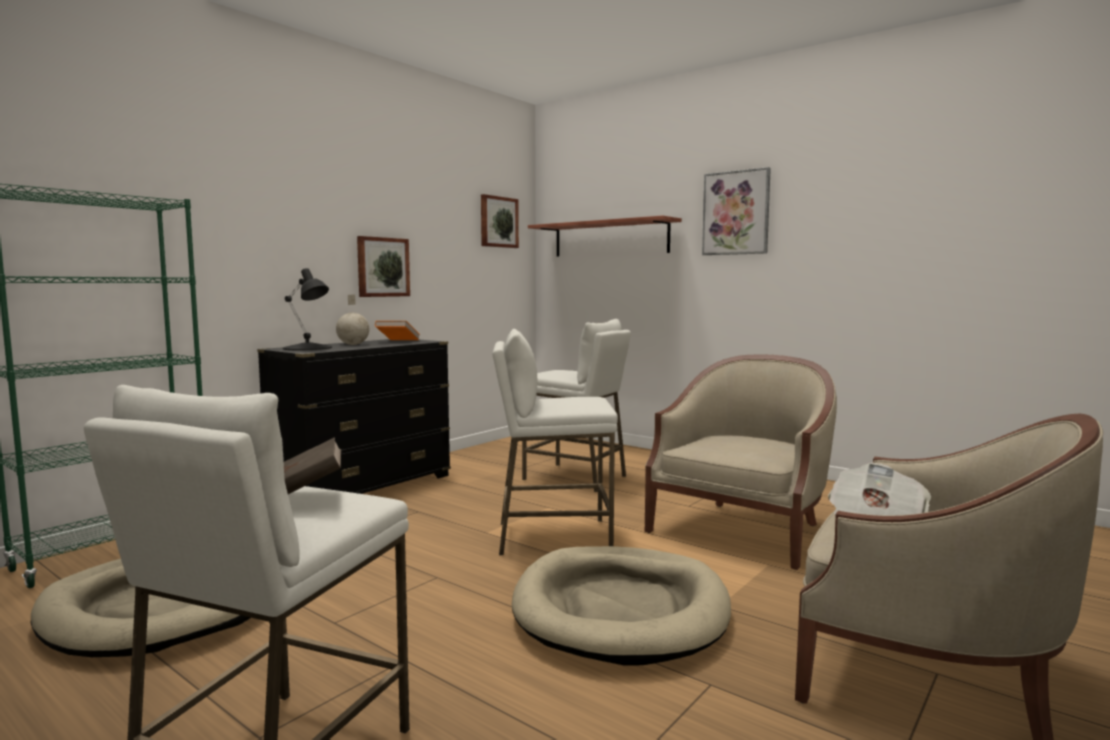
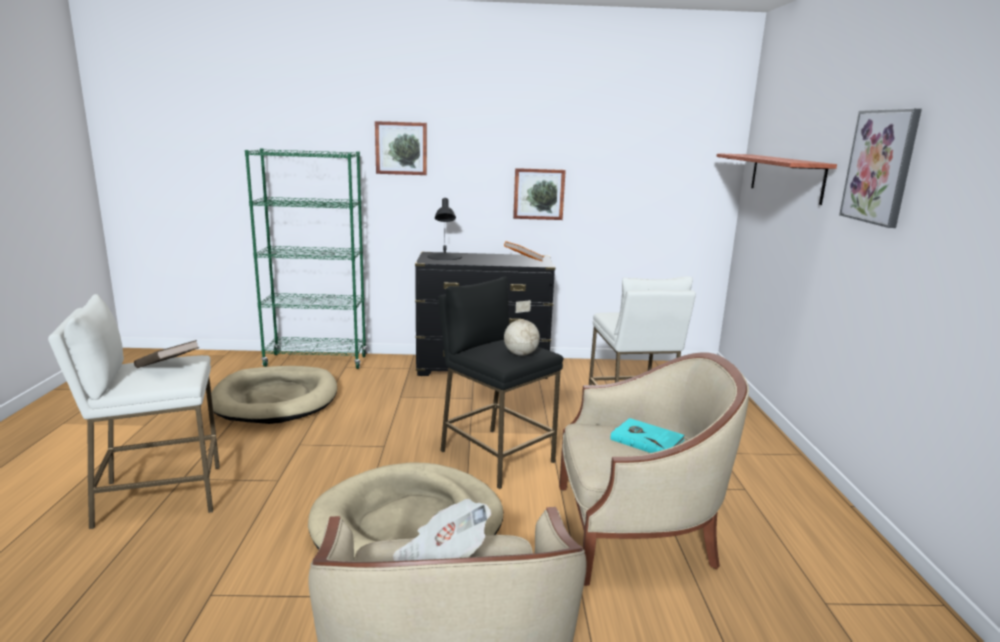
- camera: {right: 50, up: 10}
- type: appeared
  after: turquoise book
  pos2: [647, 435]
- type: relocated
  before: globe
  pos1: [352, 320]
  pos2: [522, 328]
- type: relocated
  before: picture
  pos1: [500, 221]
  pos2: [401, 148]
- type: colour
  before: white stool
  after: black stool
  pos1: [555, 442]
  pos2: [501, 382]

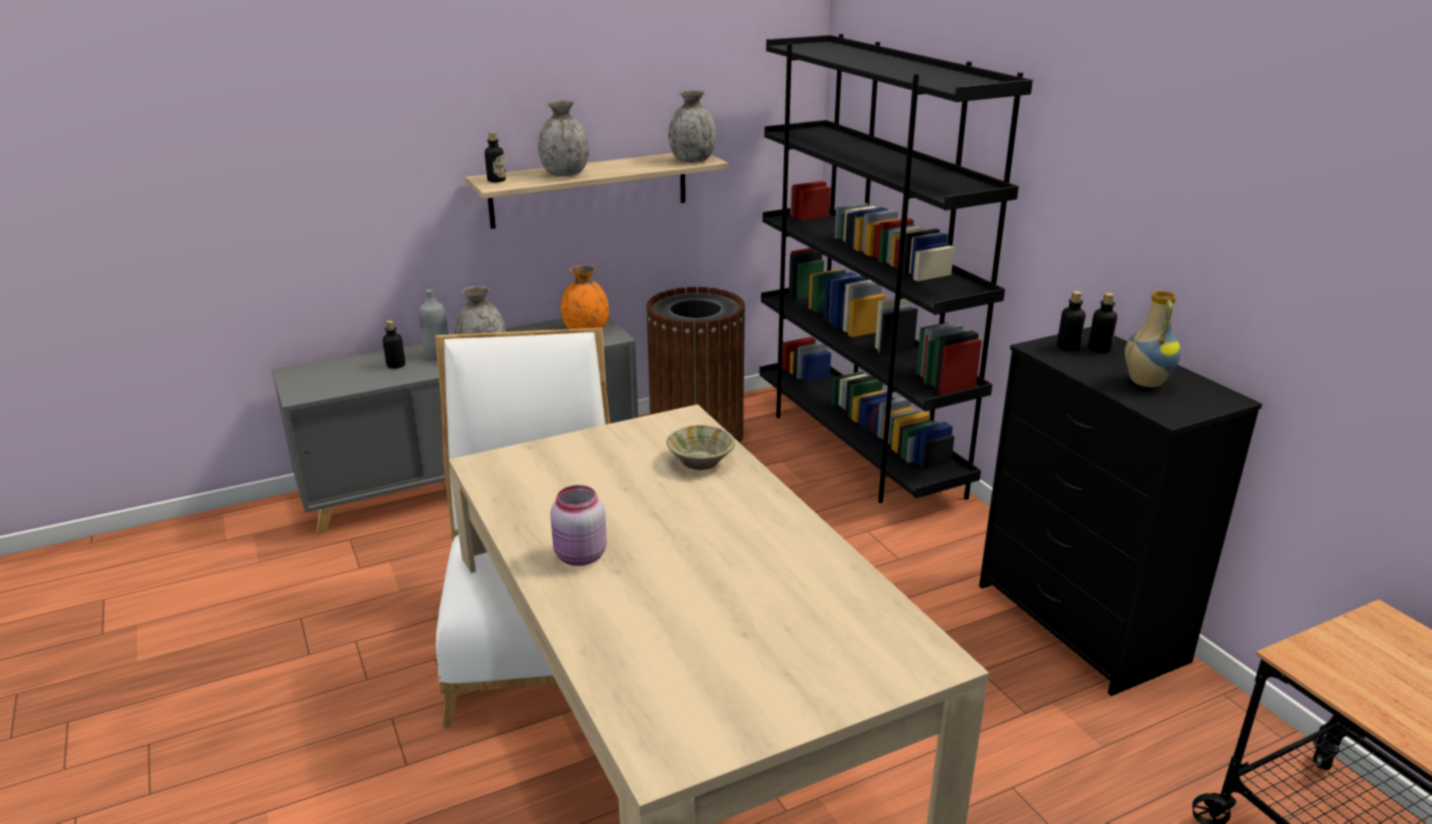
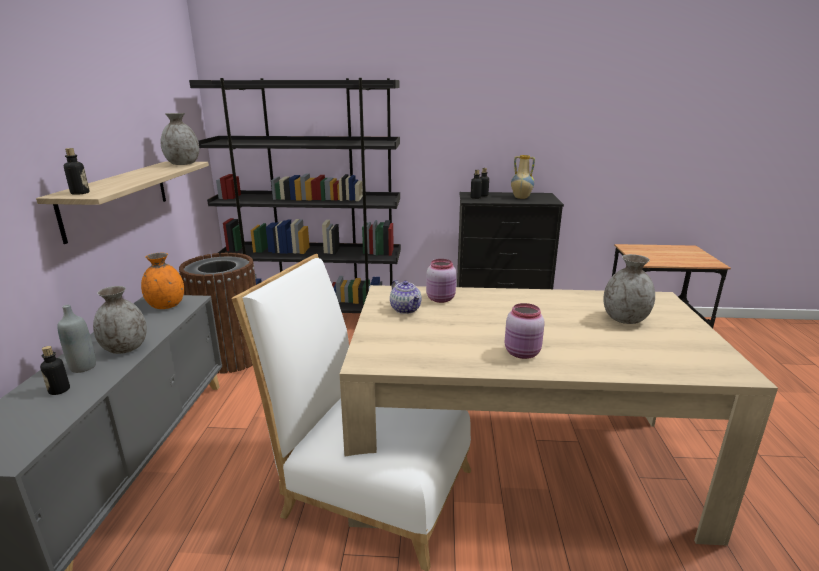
- camera: {right: -60, up: -5}
- type: appeared
  after: teapot
  pos2: [406, 297]
- type: relocated
  before: grey vase
  pos1: [563, 138]
  pos2: [629, 289]
- type: exchanged
  before: beige bowl
  after: pink jar
  pos1: [701, 447]
  pos2: [441, 281]

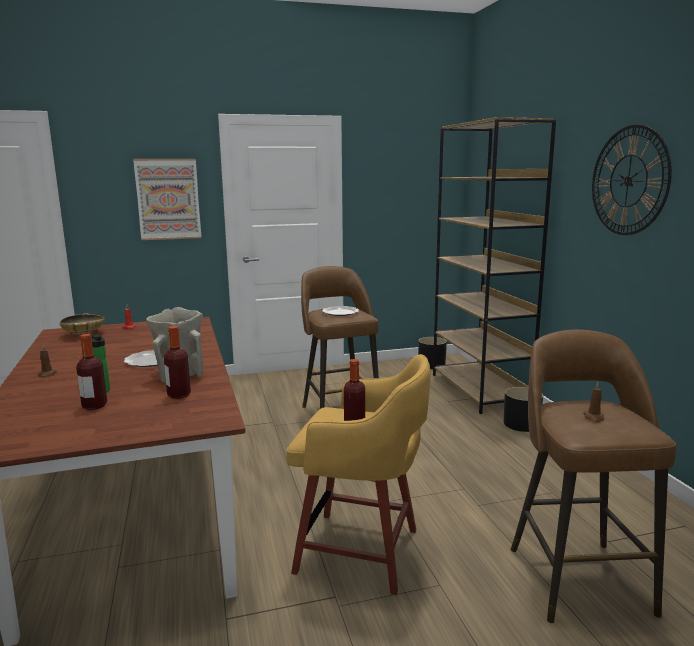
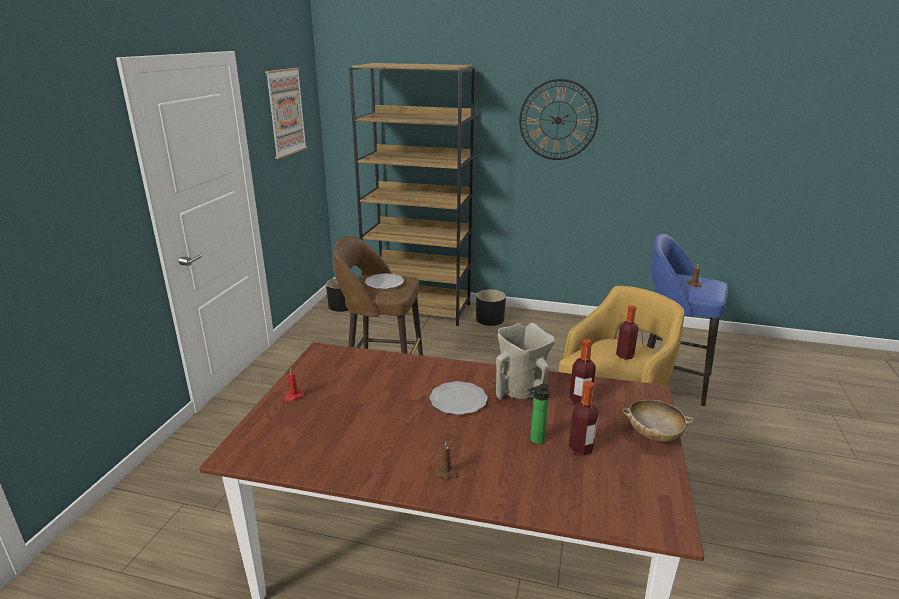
- camera: {right: -60, up: 10}
- type: relocated
  before: beige bowl
  pos1: [82, 324]
  pos2: [658, 421]
- type: relocated
  before: picture
  pos1: [167, 199]
  pos2: [286, 113]
- type: colour
  before: brown stool
  after: blue stool
  pos1: [594, 476]
  pos2: [687, 320]

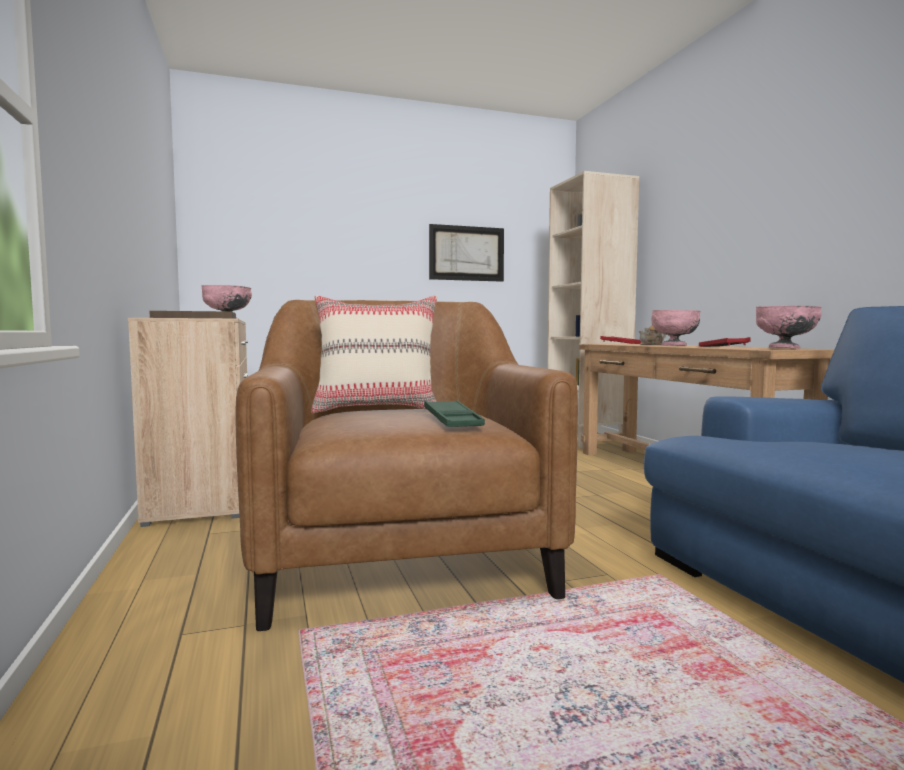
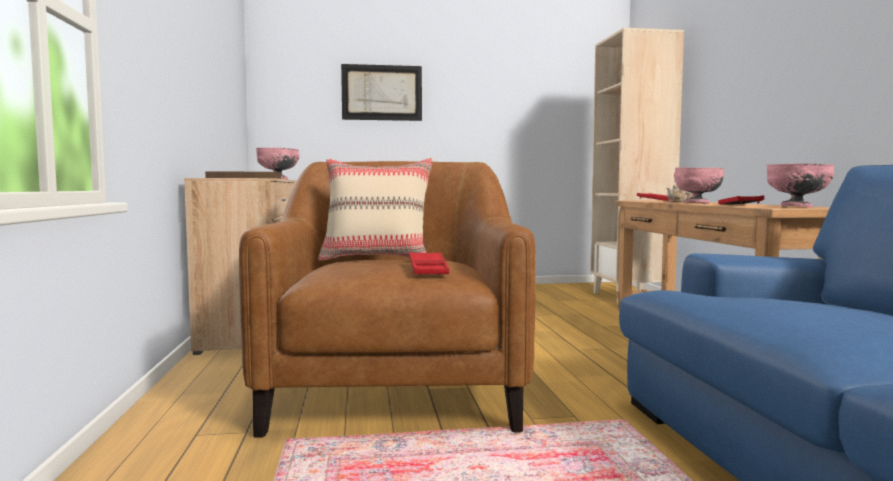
- camera: {right: 10, up: 0}
- type: relocated
  before: picture
  pos1: [466, 253]
  pos2: [381, 92]
- type: colour
  before: green tray
  after: red tray
  pos1: [454, 413]
  pos2: [429, 263]

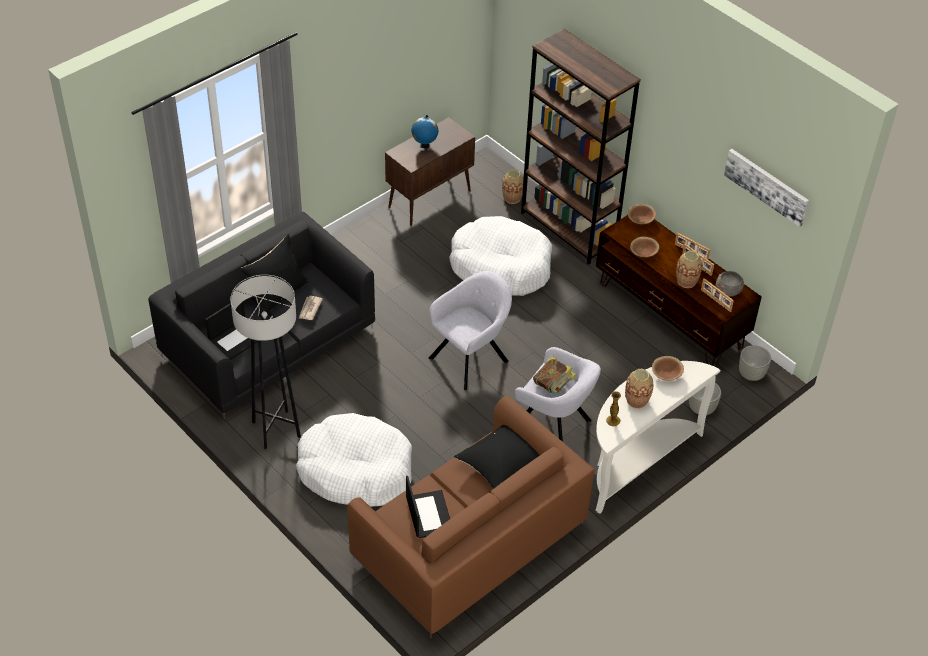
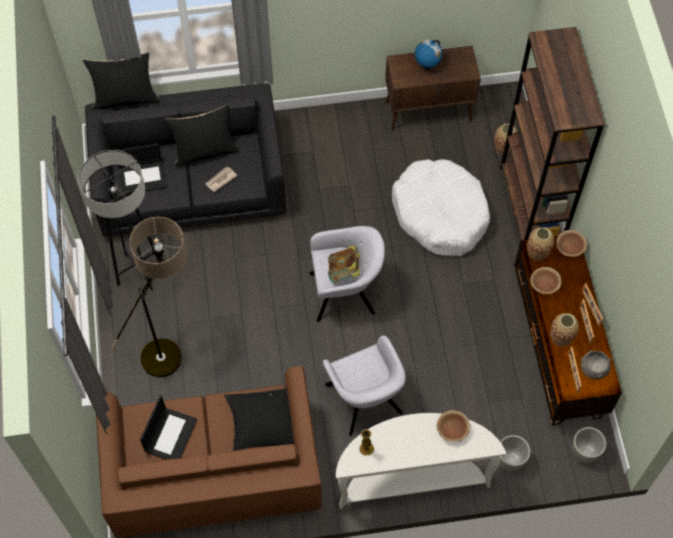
- camera: {right: 35, up: 15}
- type: missing
  before: picture
  pos1: [766, 188]
- type: appeared
  after: black pillow
  pos2: [121, 80]
- type: relocated
  before: book
  pos1: [555, 375]
  pos2: [344, 263]
- type: relocated
  before: vase
  pos1: [639, 389]
  pos2: [540, 244]
- type: exchanged
  before: white dog bed
  after: floor lamp
  pos1: [354, 460]
  pos2: [149, 297]

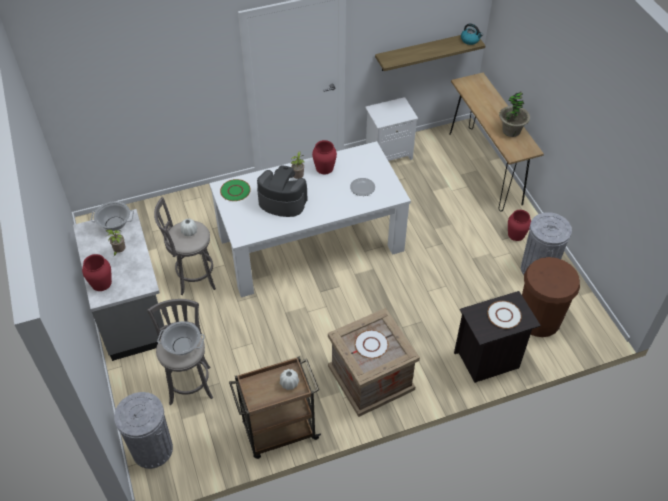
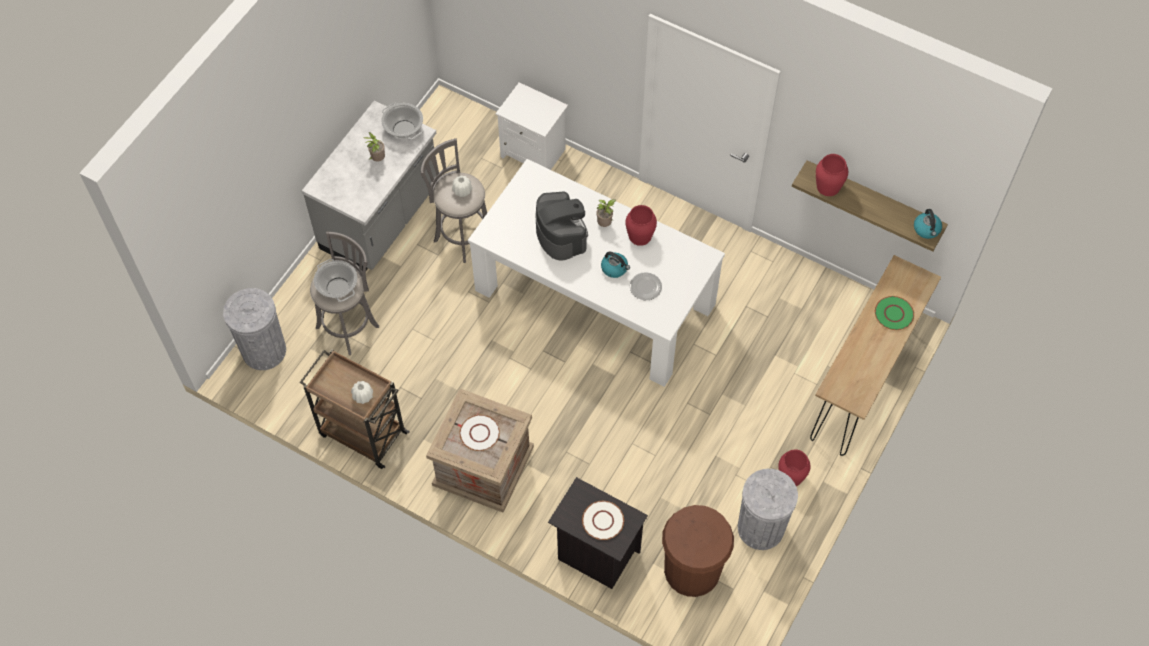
- camera: {right: 50, up: 10}
- type: missing
  before: potted plant
  pos1: [514, 114]
- type: appeared
  after: kettle
  pos2: [615, 265]
- type: relocated
  before: red vase
  pos1: [97, 272]
  pos2: [832, 175]
- type: relocated
  before: green plate
  pos1: [235, 190]
  pos2: [894, 313]
- type: relocated
  before: white nightstand
  pos1: [391, 129]
  pos2: [532, 126]

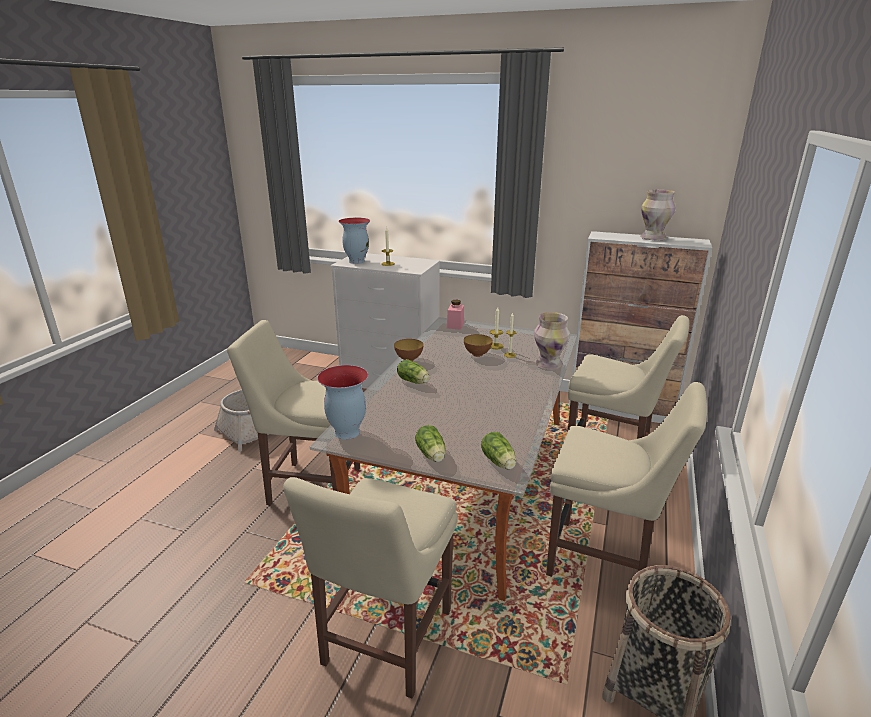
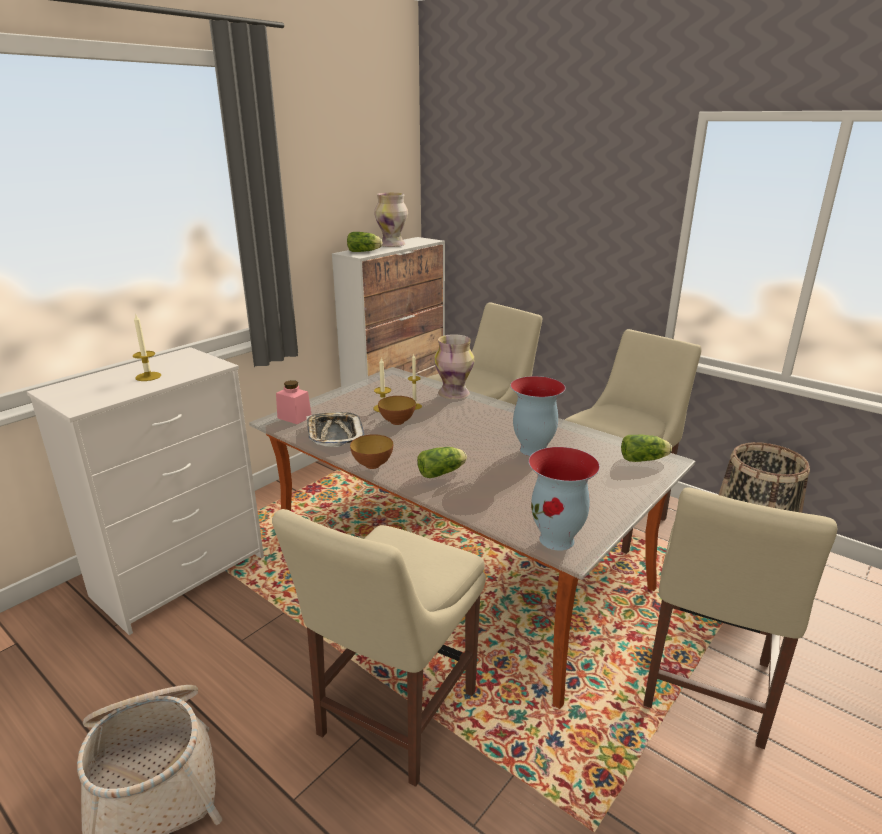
- camera: {right: -70, up: 0}
- type: appeared
  after: tray
  pos2: [335, 429]
- type: relocated
  before: vase
  pos1: [354, 241]
  pos2: [538, 416]
- type: relocated
  before: lettuce
  pos1: [430, 443]
  pos2: [365, 242]
- type: spun
  before: beige chair
  pos1: [370, 588]
  pos2: [740, 618]
  turn: 75

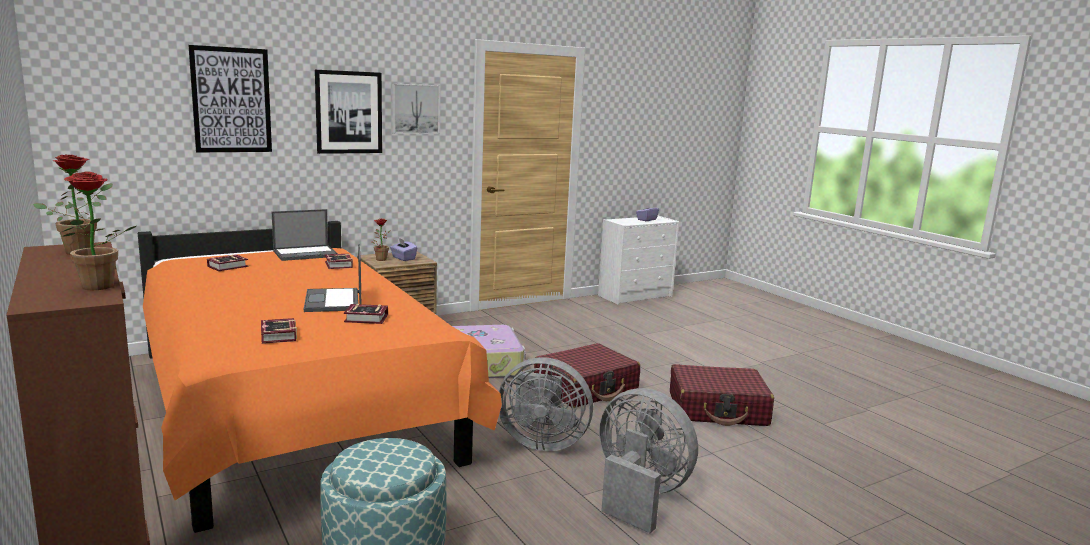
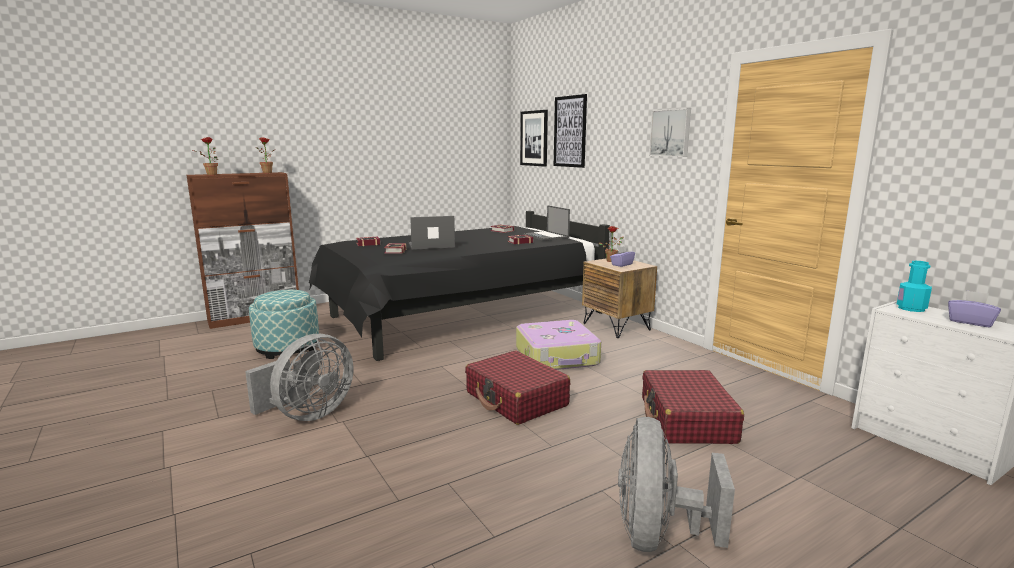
- camera: {right: 90, up: 0}
- type: appeared
  after: turquoise bottle
  pos2: [914, 286]
- type: relocated
  before: picture
  pos1: [348, 112]
  pos2: [534, 138]
- type: relocated
  before: grey fan
  pos1: [546, 404]
  pos2: [676, 484]
- type: relocated
  before: red suitcase
  pos1: [722, 395]
  pos2: [693, 407]
- type: colour
  before: orange bed
  after: black bed
  pos1: [320, 377]
  pos2: [459, 286]

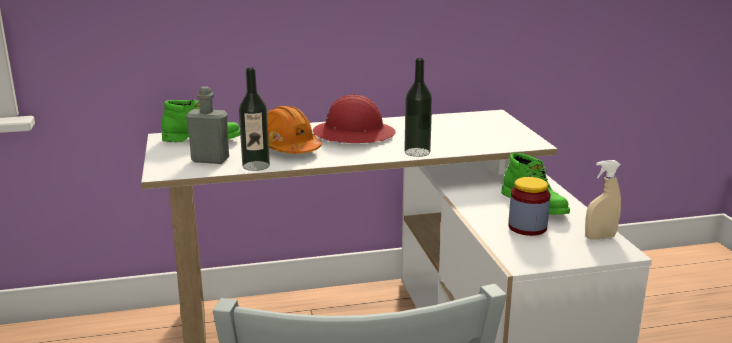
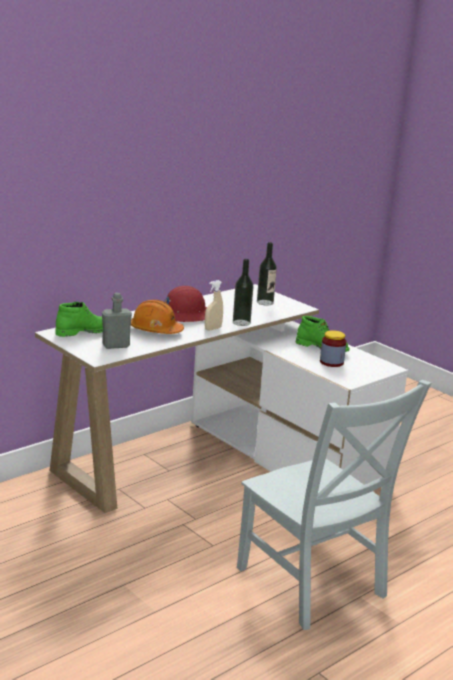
- camera: {right: -30, up: 0}
- type: relocated
  before: bottle
  pos1: [254, 119]
  pos2: [267, 273]
- type: relocated
  before: beige spray bottle
  pos1: [603, 200]
  pos2: [214, 305]

